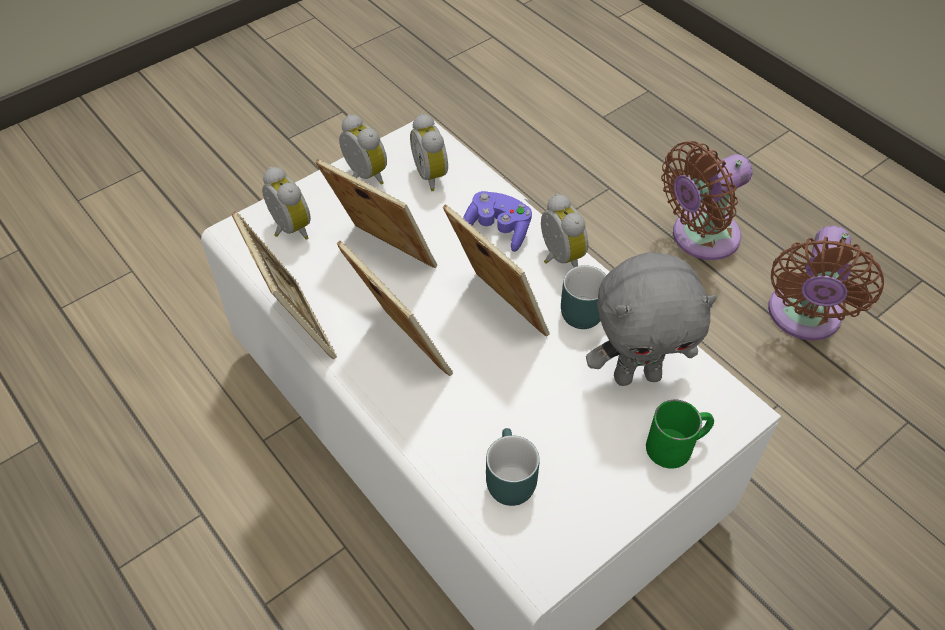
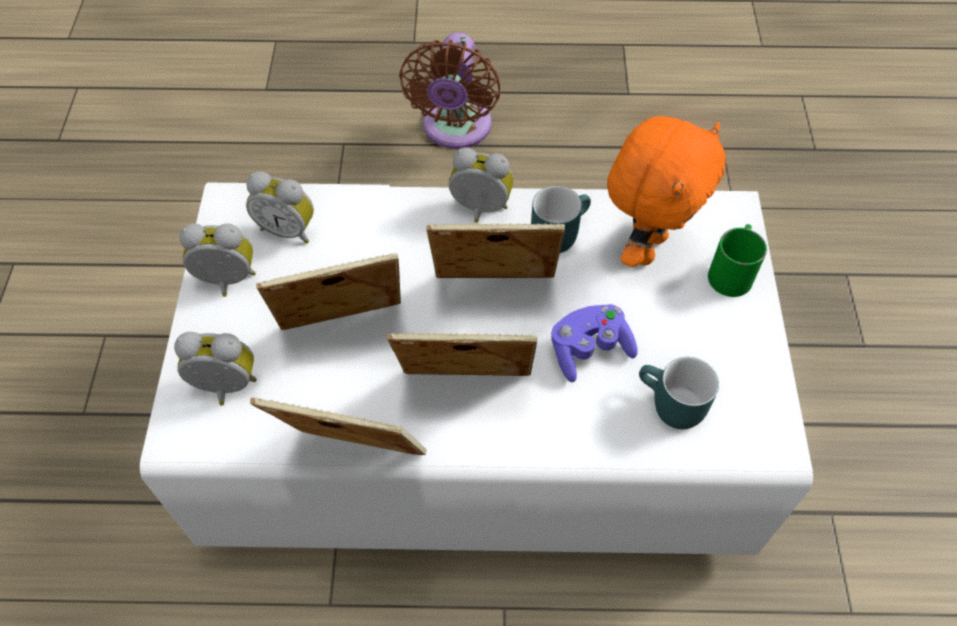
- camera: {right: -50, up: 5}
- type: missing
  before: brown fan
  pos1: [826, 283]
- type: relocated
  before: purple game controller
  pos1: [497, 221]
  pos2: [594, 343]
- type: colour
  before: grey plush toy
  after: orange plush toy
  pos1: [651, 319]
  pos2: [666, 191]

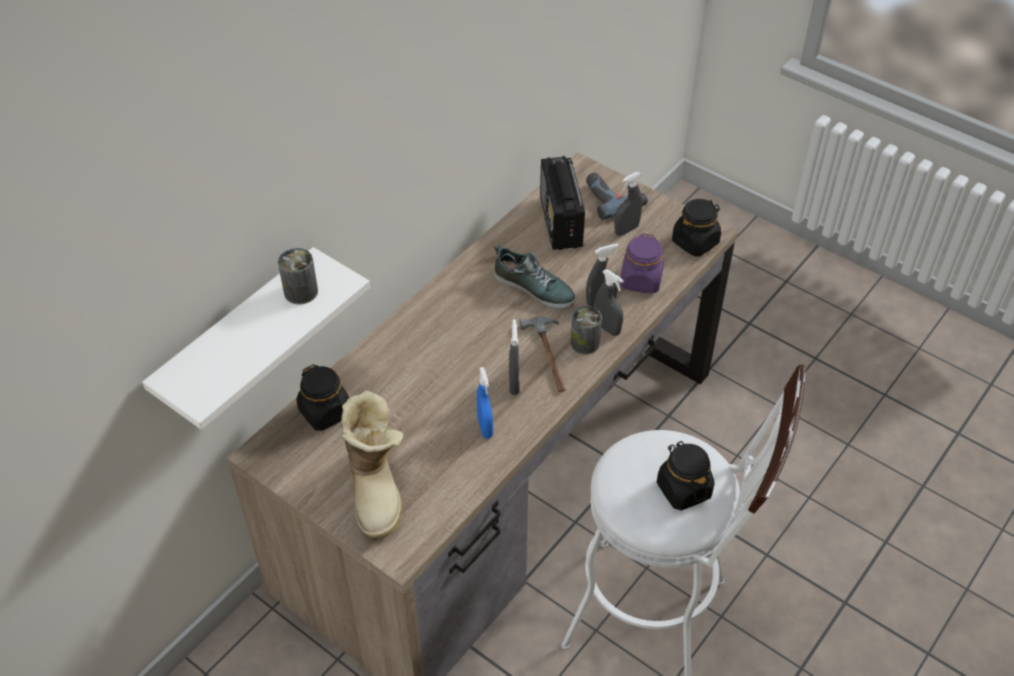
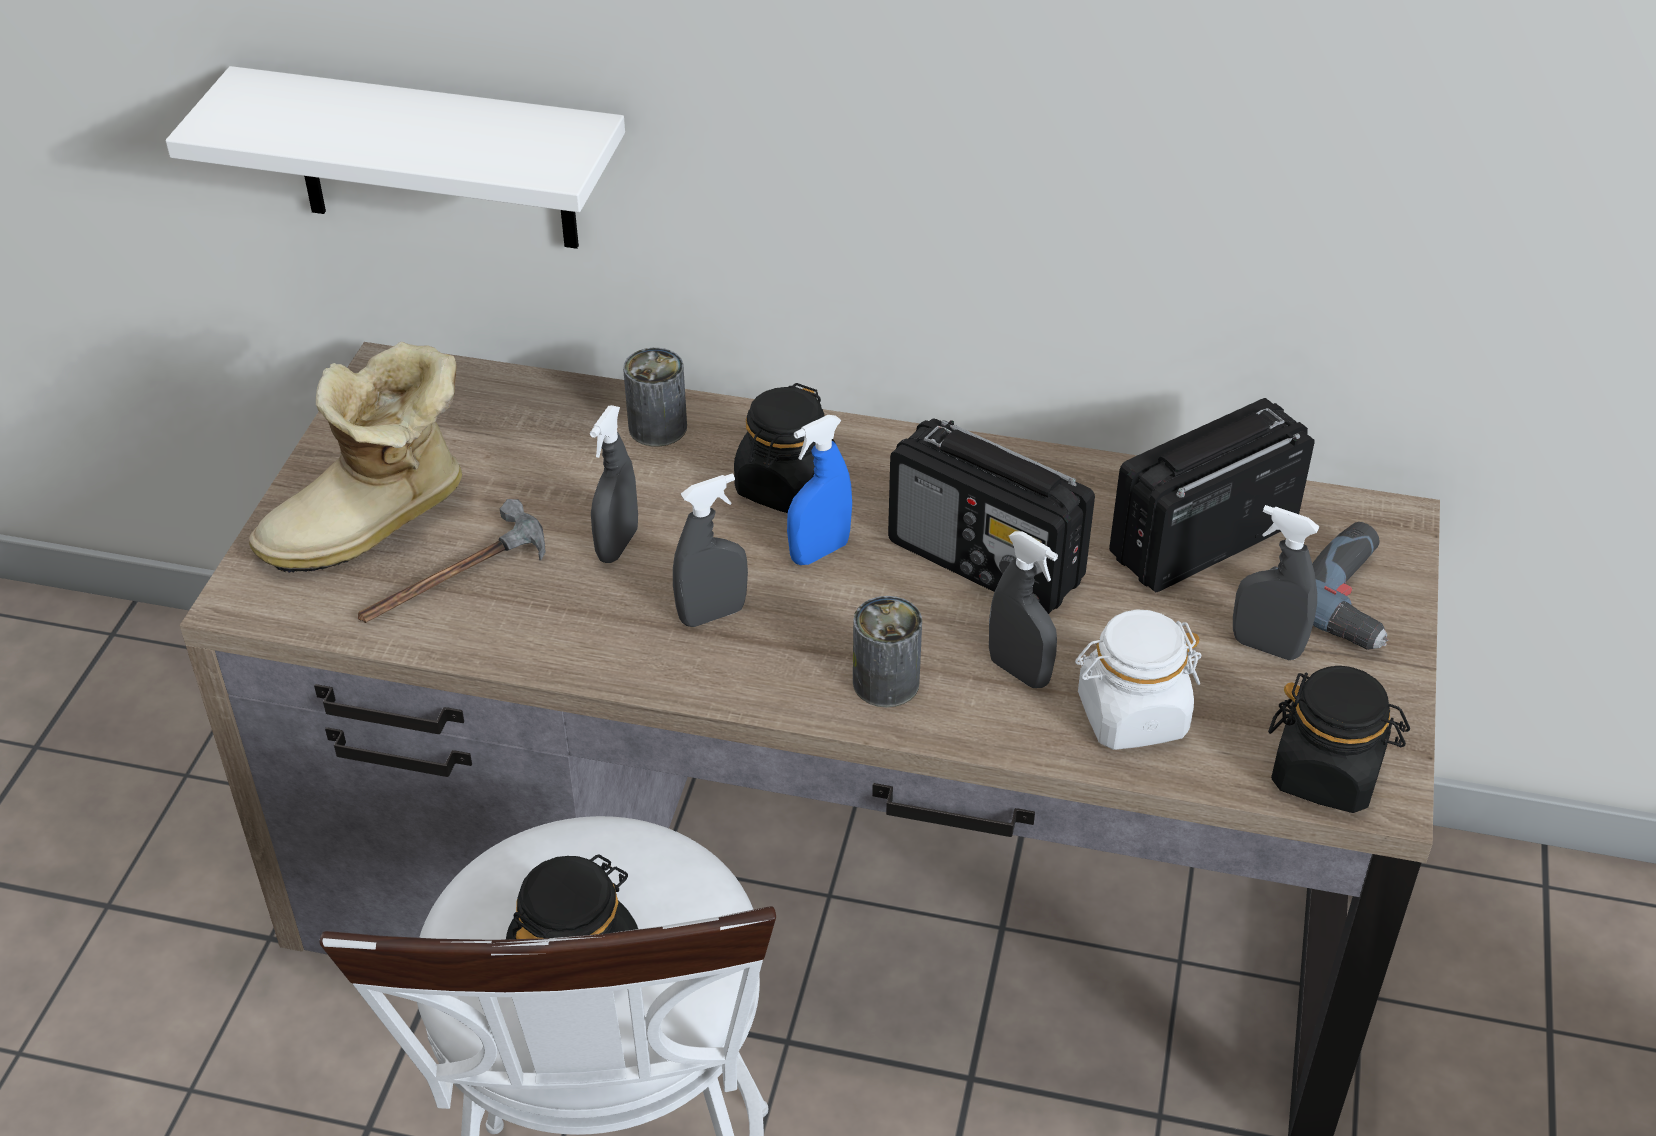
- camera: {right: 65, up: -5}
- type: relocated
  before: can
  pos1: [298, 276]
  pos2: [655, 397]
- type: relocated
  before: black jar
  pos1: [322, 397]
  pos2: [784, 448]
- type: relocated
  before: blue spray bottle
  pos1: [485, 403]
  pos2: [819, 490]
- type: relocated
  before: hammer
  pos1: [542, 354]
  pos2: [452, 561]
- type: relocated
  before: grey spray bottle
  pos1: [609, 302]
  pos2: [614, 484]
- type: exchanged
  before: shoe
  after: radio
  pos1: [535, 276]
  pos2: [991, 516]
- type: colour
  before: purple jar
  after: white jar
  pos1: [642, 263]
  pos2: [1138, 680]

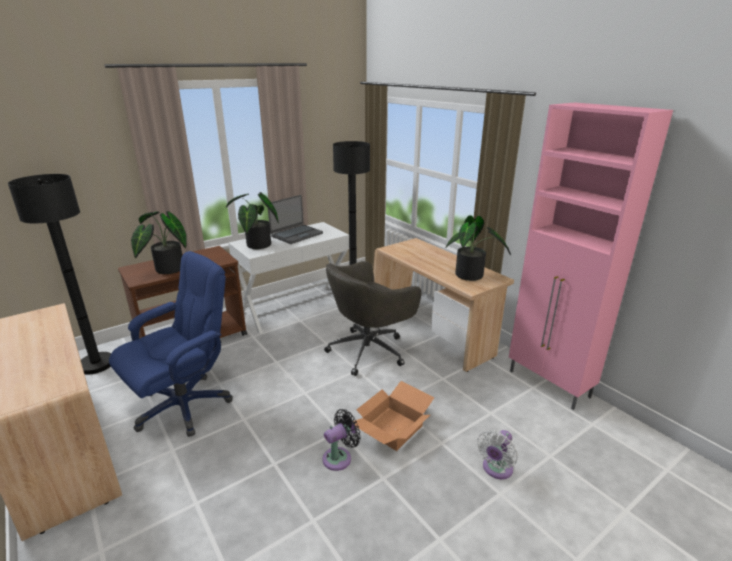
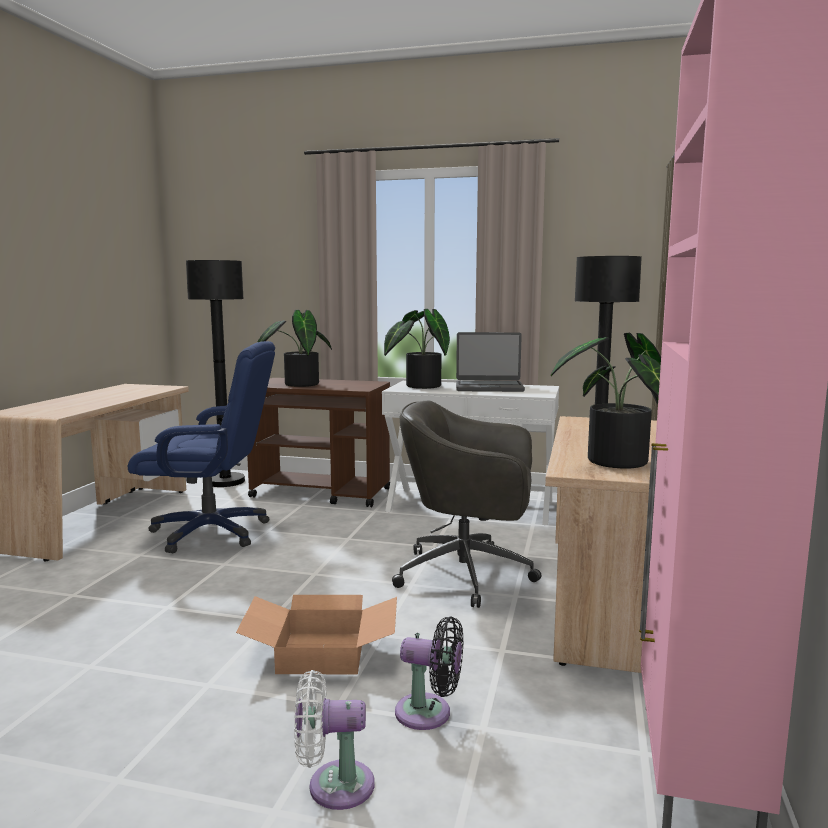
- camera: {right: 50, up: -15}
- type: relocated
  before: black fan
  pos1: [341, 440]
  pos2: [429, 673]

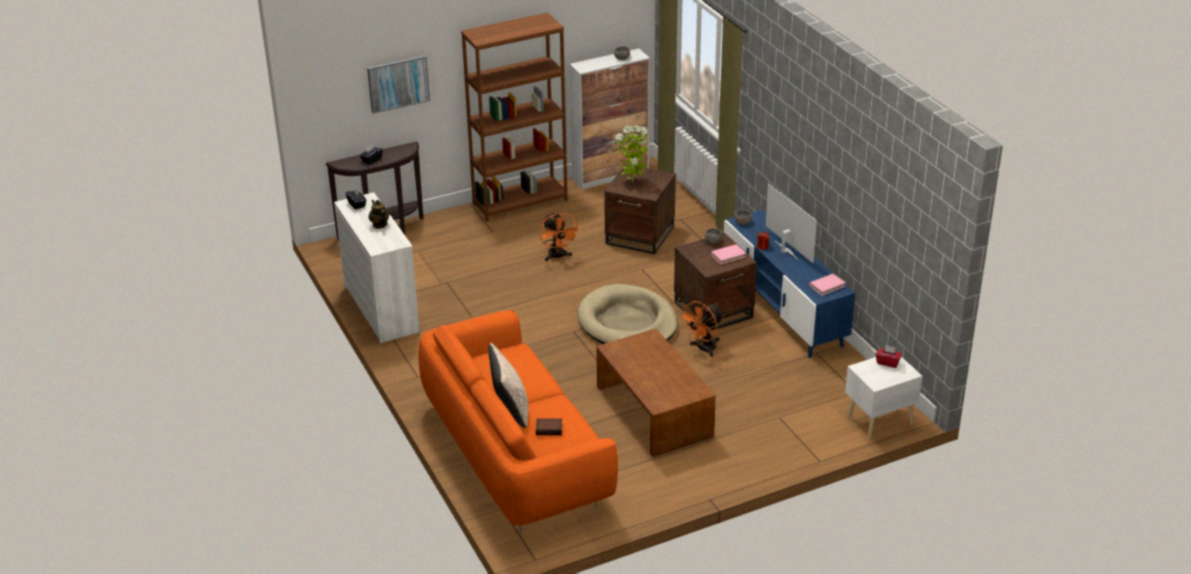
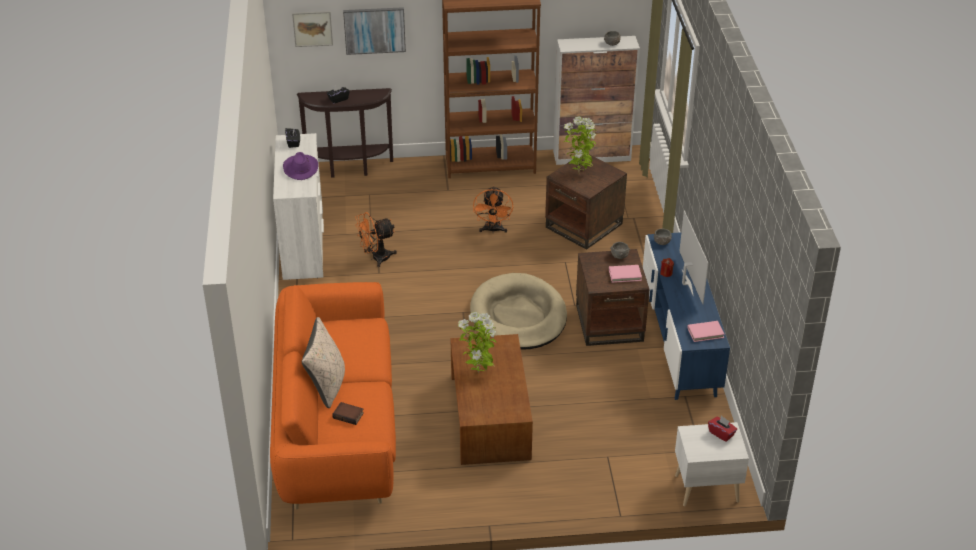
- camera: {right: 20, up: 5}
- type: appeared
  after: picture
  pos2: [312, 29]
- type: appeared
  after: potted plant
  pos2: [477, 343]
- type: relocated
  before: orange fan
  pos1: [701, 329]
  pos2: [376, 239]
- type: exchanged
  before: teapot
  after: purple hat
  pos1: [379, 214]
  pos2: [300, 166]

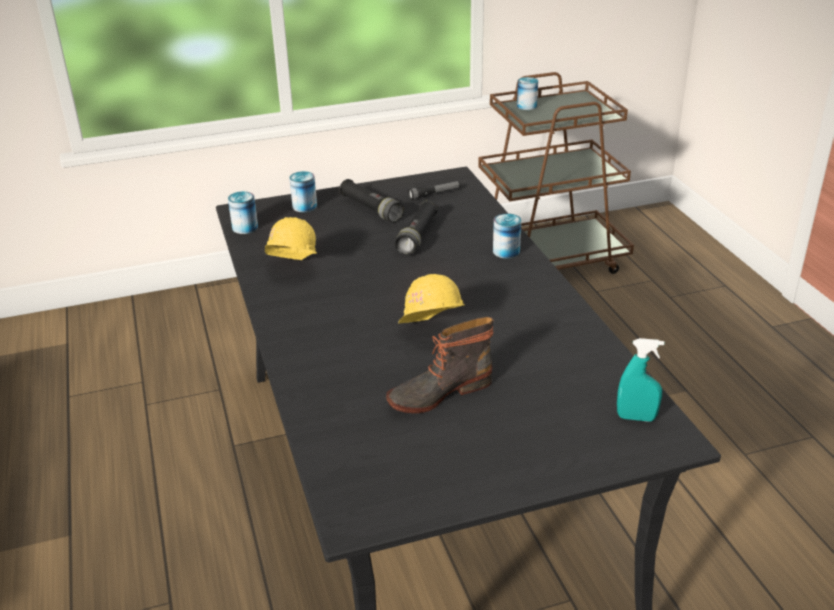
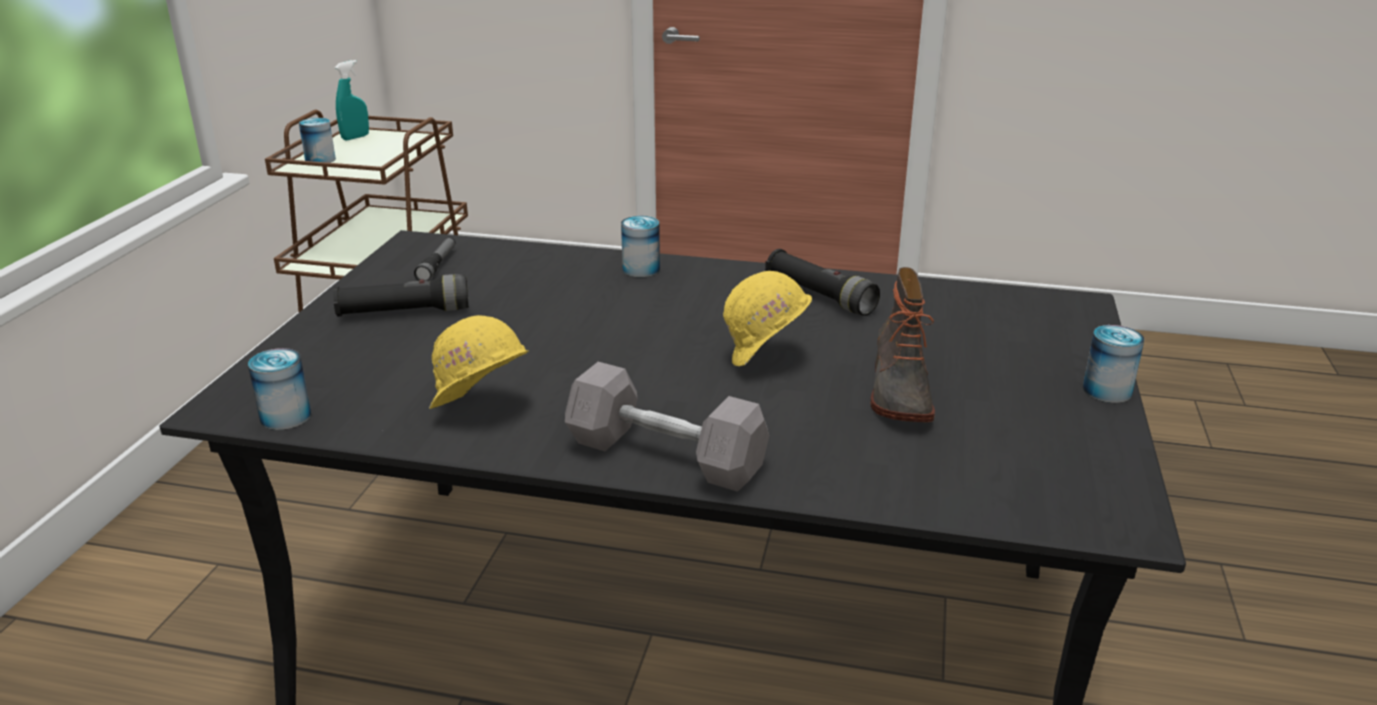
- camera: {right: -60, up: -5}
- type: appeared
  after: grey dumbbell
  pos2: [667, 427]
- type: relocated
  before: can
  pos1: [303, 191]
  pos2: [1113, 364]
- type: relocated
  before: black flashlight
  pos1: [416, 227]
  pos2: [822, 282]
- type: relocated
  before: turquoise spray bottle
  pos1: [640, 380]
  pos2: [352, 100]

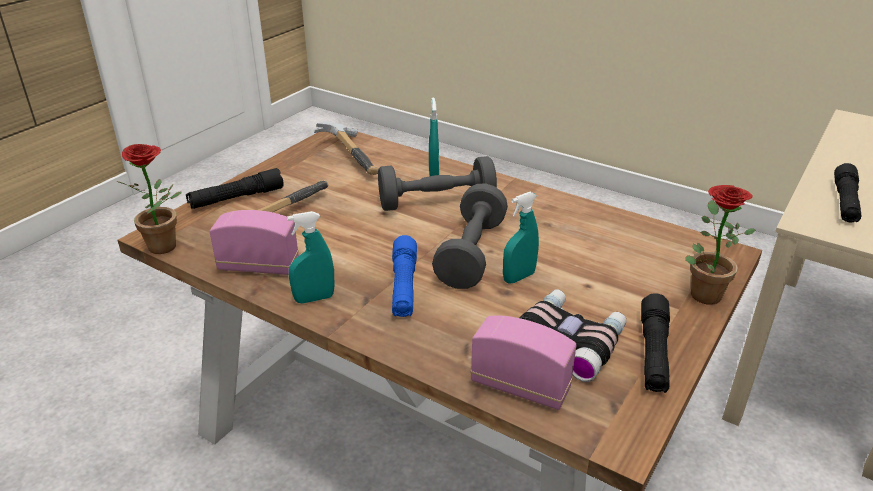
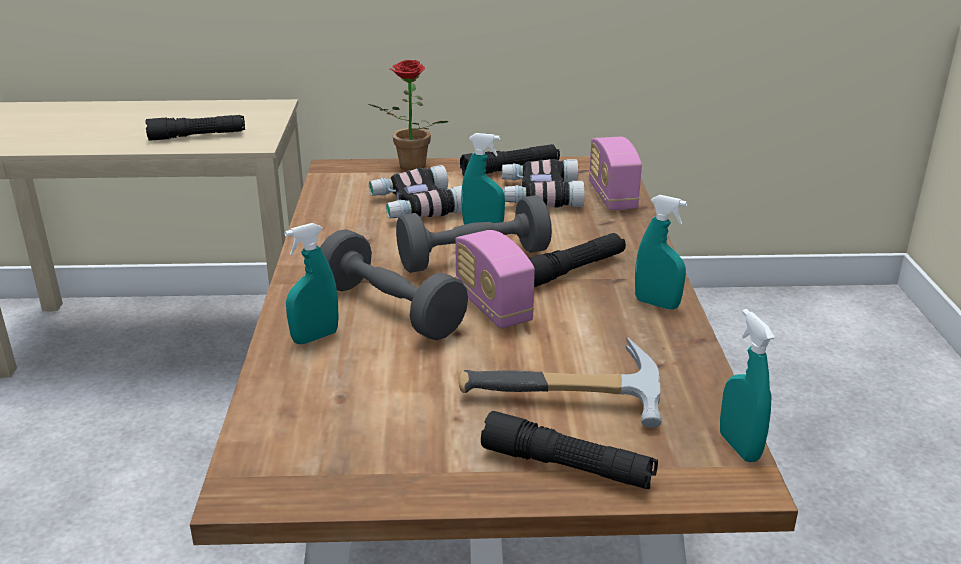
- camera: {right: -125, up: -5}
- type: missing
  before: hammer
  pos1: [346, 148]
- type: appeared
  after: binoculars
  pos2: [415, 192]
- type: relocated
  before: radio
  pos1: [254, 242]
  pos2: [495, 279]
- type: exchanged
  before: potted plant
  after: turquoise spray bottle
  pos1: [148, 199]
  pos2: [747, 386]
- type: colour
  before: blue flashlight
  after: black flashlight
  pos1: [404, 276]
  pos2: [577, 260]

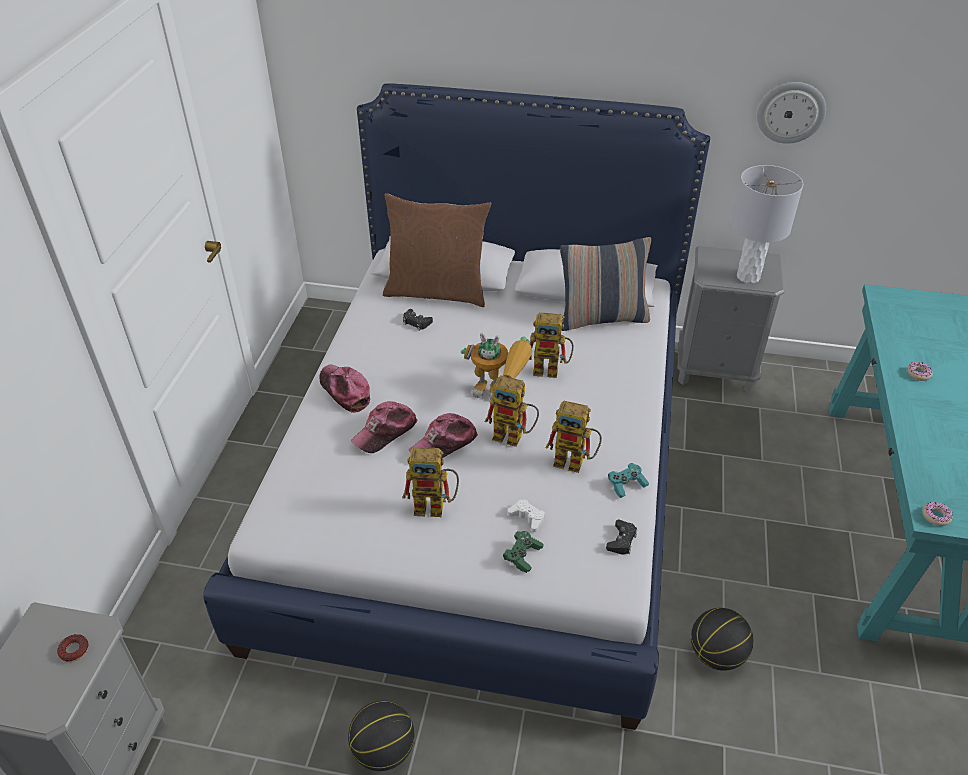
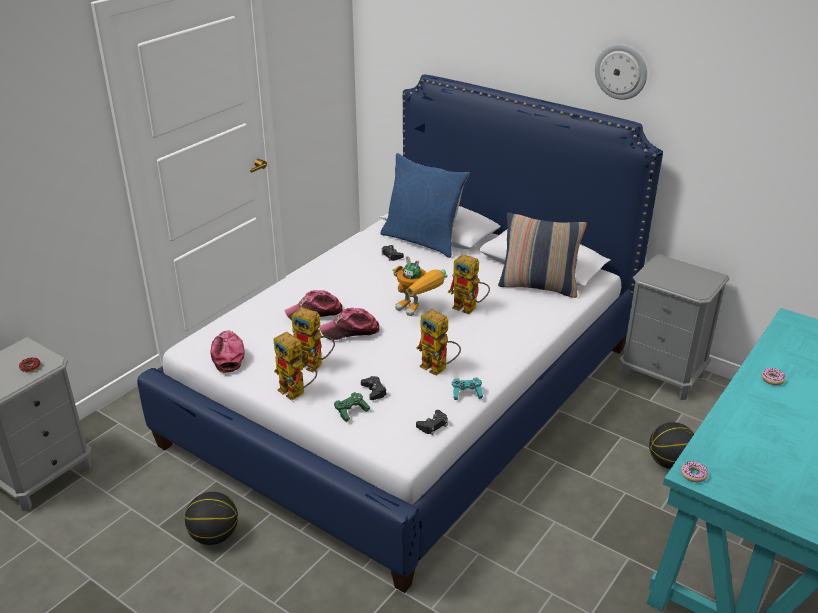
- camera: {right: 25, up: -10}
- type: missing
  before: grey table lamp
  pos1: [767, 224]
- type: relocated
  before: cap
  pos1: [344, 389]
  pos2: [227, 352]
- type: relocated
  before: toy robot
  pos1: [512, 411]
  pos2: [295, 366]
- type: relocated
  before: basketball
  pos1: [722, 639]
  pos2: [671, 445]
- type: relocated
  before: wall clock
  pos1: [791, 113]
  pos2: [621, 72]
- type: colour
  before: brown pillow
  after: blue pillow
  pos1: [437, 250]
  pos2: [425, 205]
- type: colour
  before: white game controller
  after: black game controller
  pos1: [526, 515]
  pos2: [374, 388]

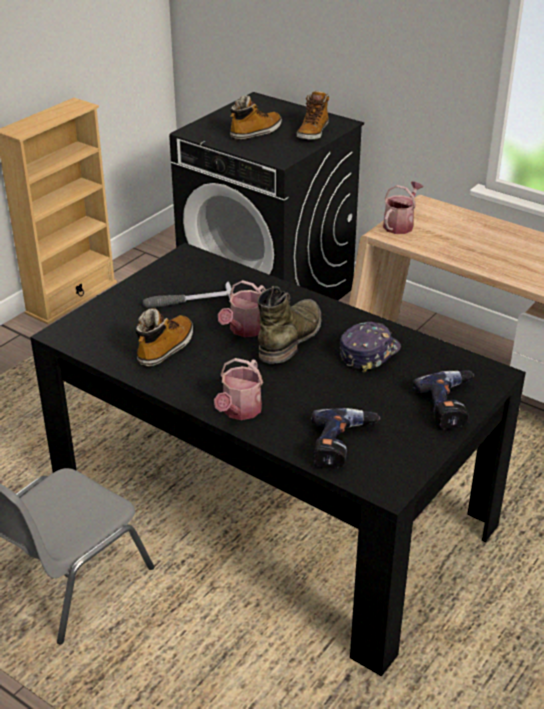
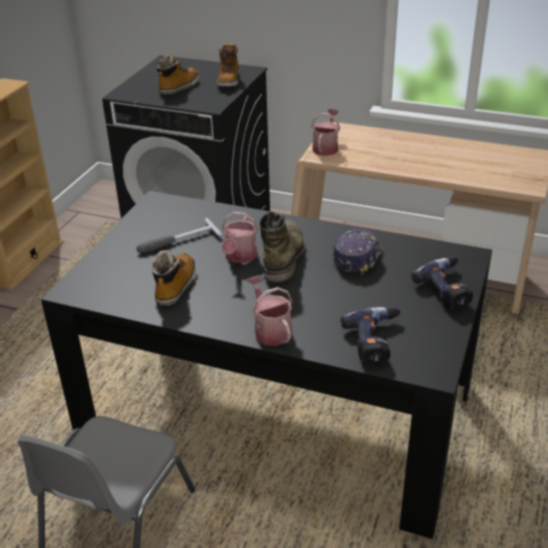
- camera: {right: -15, up: 0}
- type: spun
  before: watering can
  pos1: [238, 389]
  pos2: [269, 310]
  turn: 150

